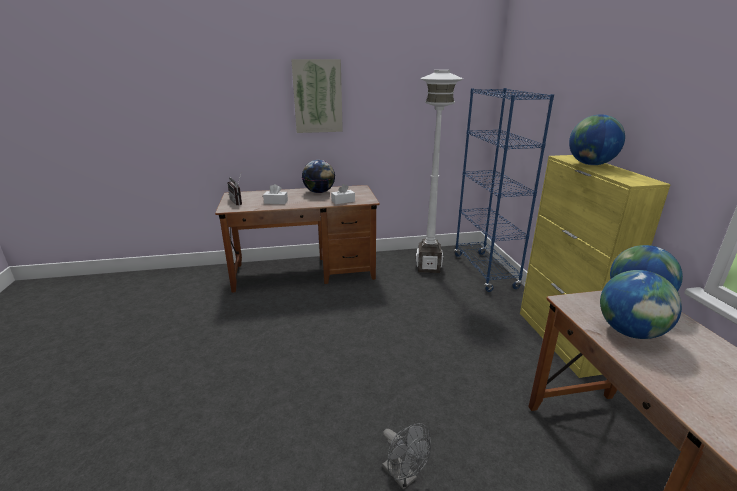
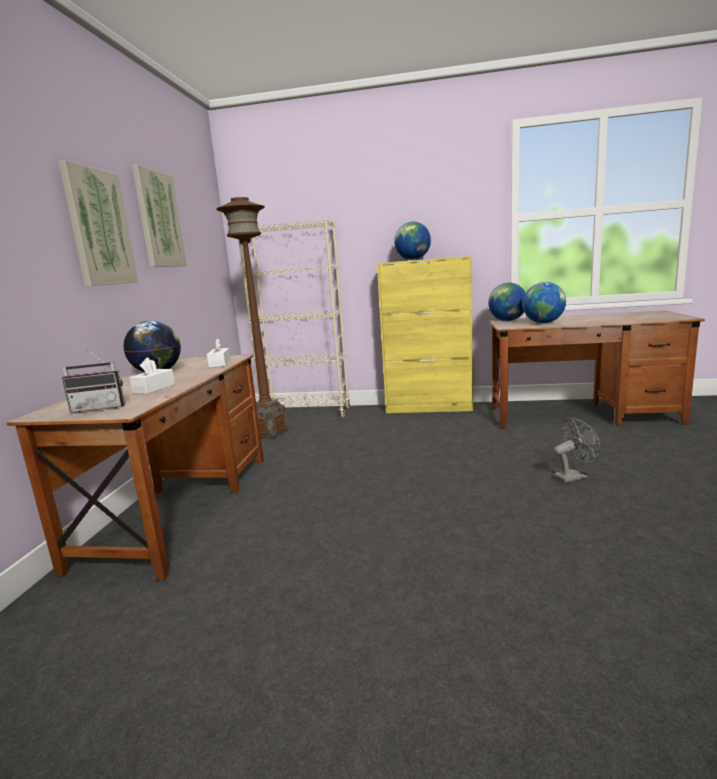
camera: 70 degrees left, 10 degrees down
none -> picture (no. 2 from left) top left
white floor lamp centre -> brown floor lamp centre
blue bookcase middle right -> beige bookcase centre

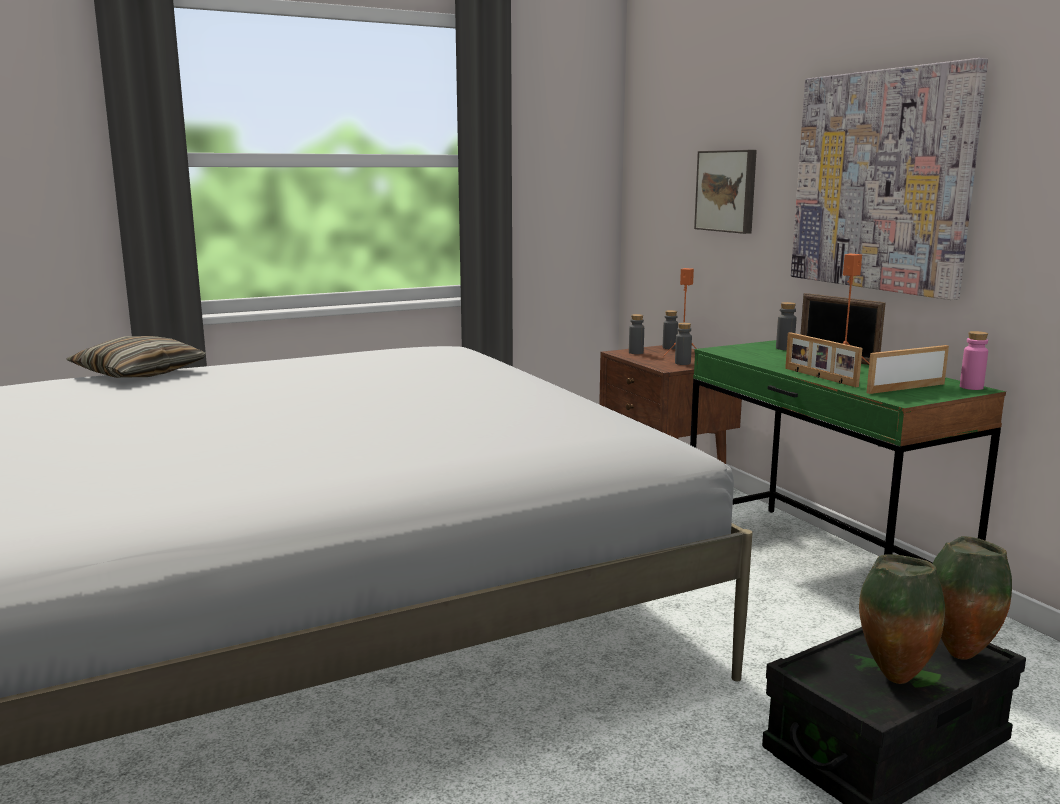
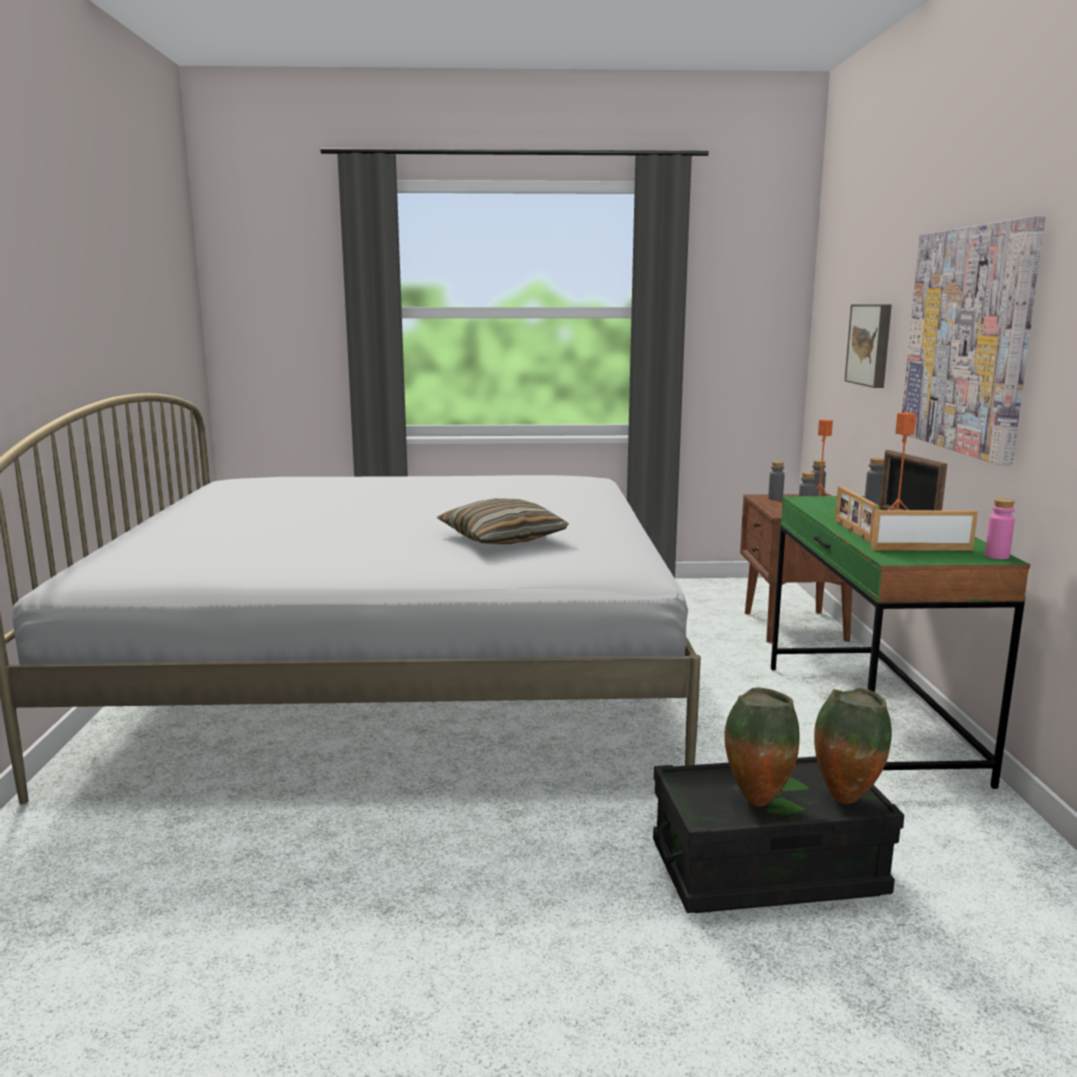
camera: 25 degrees right, 0 degrees up
pillow middle left -> pillow centre, relocated

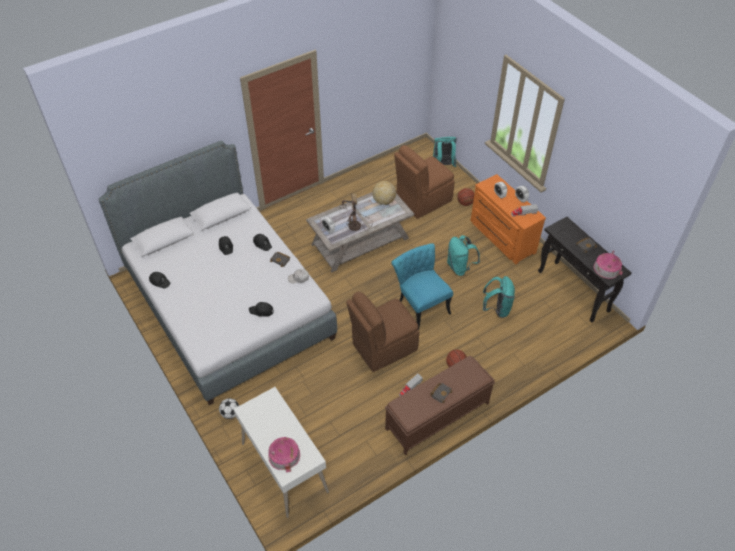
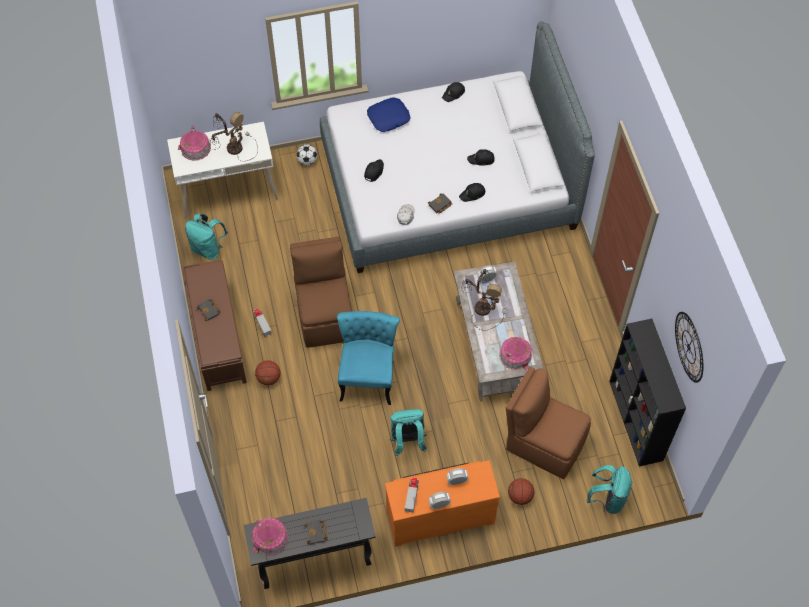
camera: 110 degrees right, 10 degrees up
turquoise backpack (no. 3 from left in the first image) middle right -> turquoise backpack (no. 1 from left) middle left, relocated
none -> table lamp (no. 1 from left) top left
turquoise chair centre, 75 degrees counterclockwise
none -> blue pillow top centre
globe centre -> toy house (no. 3 from left) centre
brown chair (no. 2 from left) top centre -> brown chair (no. 2 from left) bottom right, 45 degrees counterclockwise
none -> black bookcase middle right
none -> wall clock middle right

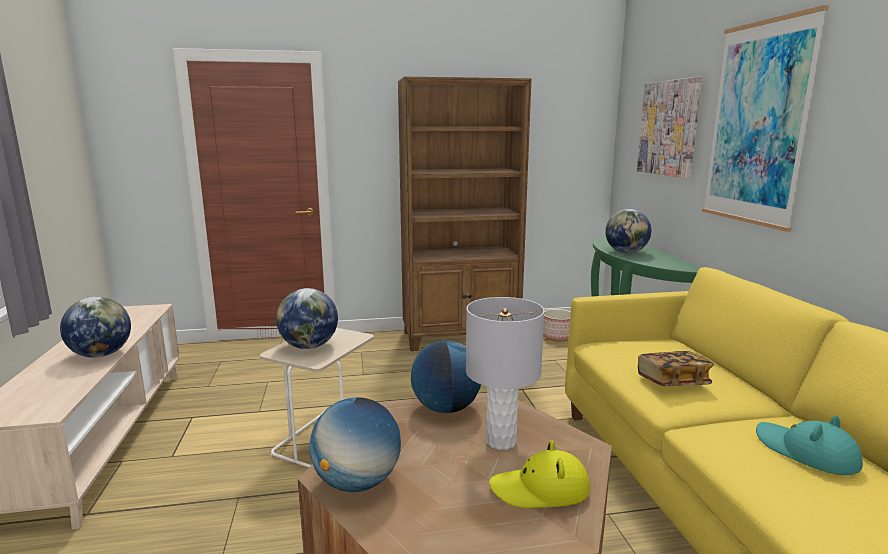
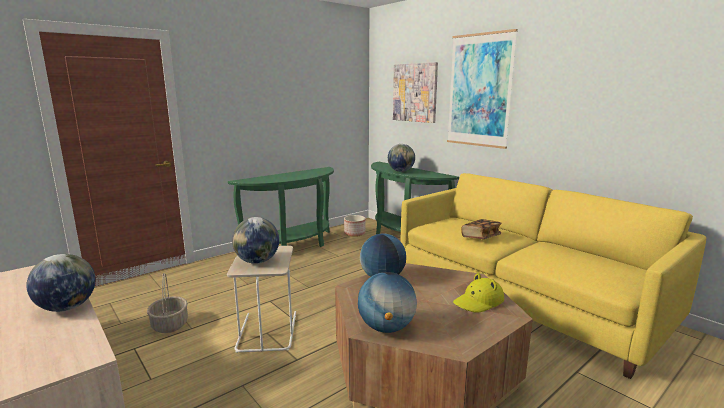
camera: 30 degrees left, 0 degrees up
none -> basket bottom left
brown bookcase centre -> green console table (no. 1 from left) centre
grey table lamp bottom centre -> none
turquoise hat bottom right -> none

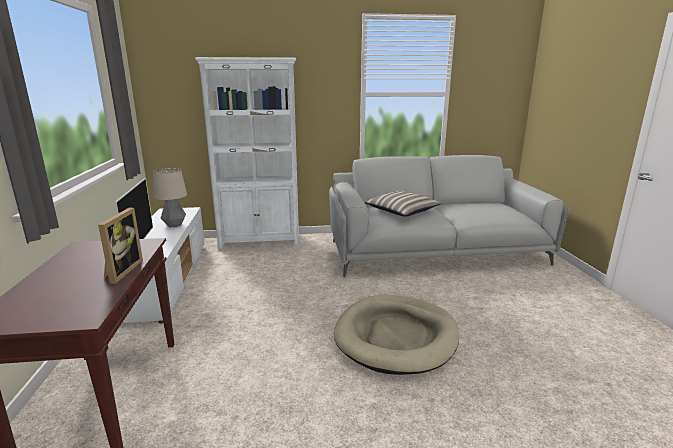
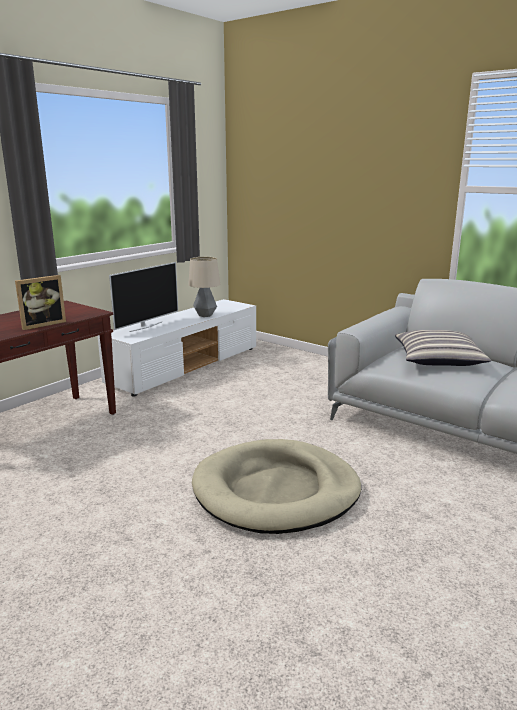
camera: 45 degrees right, 0 degrees up
white bookcase centre -> none

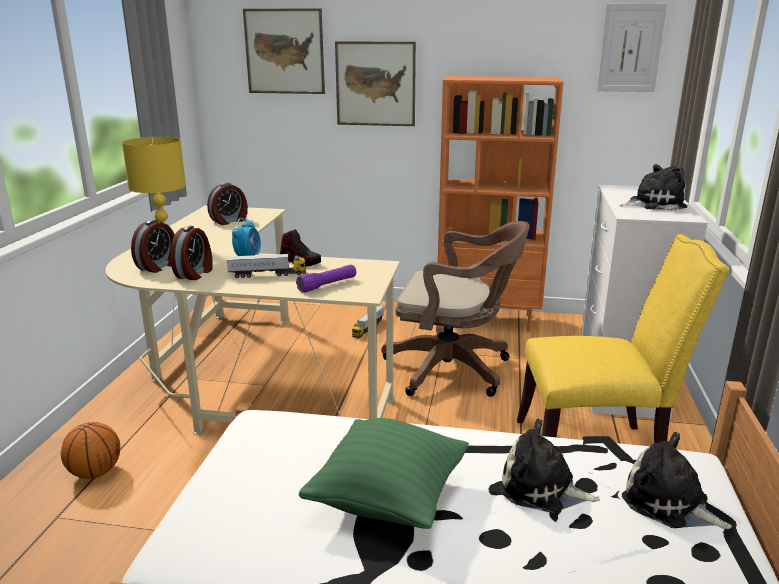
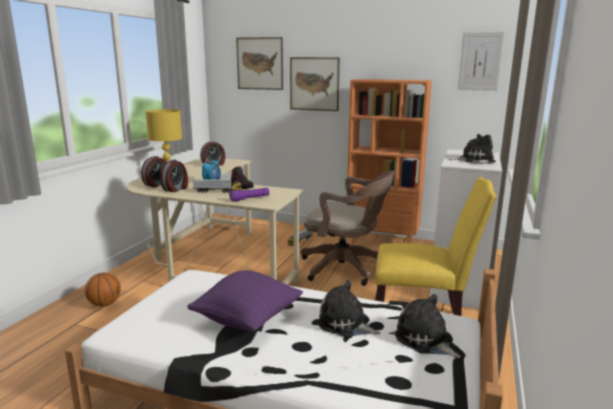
camera: 10 degrees right, 5 degrees down
green pillow bottom centre -> purple pillow bottom centre

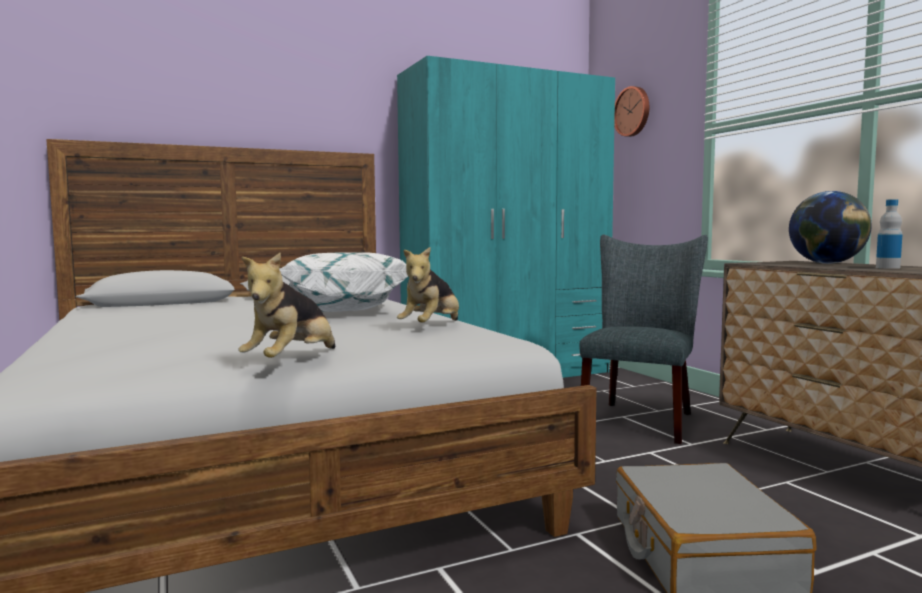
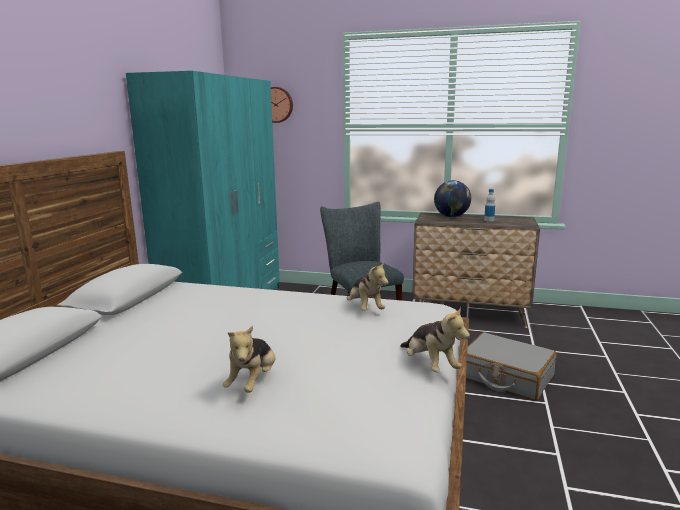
camera: 50 degrees left, 10 degrees up
none -> plush toy (no. 1 from left) bottom centre
white pillow centre -> none

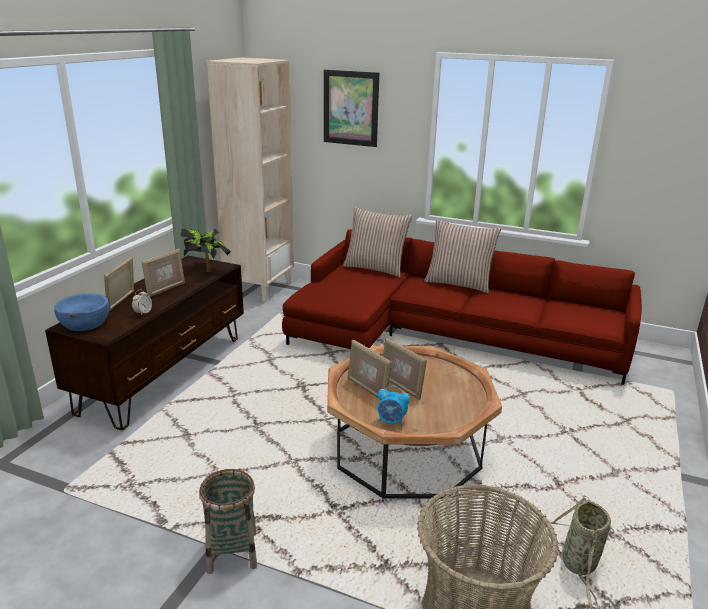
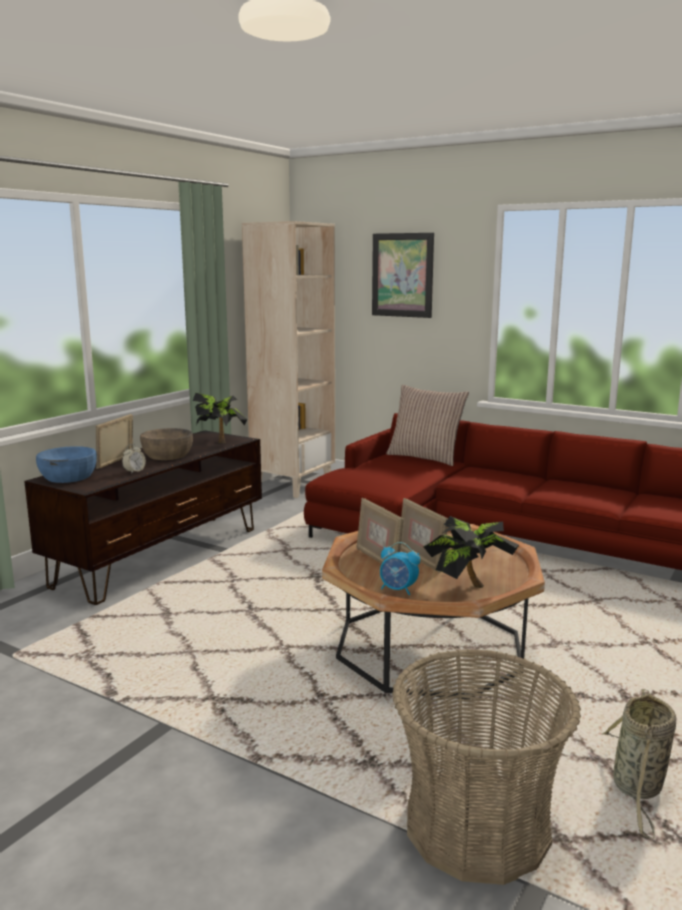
camera: 10 degrees right, 10 degrees down
picture frame (no. 2 from left) middle left -> brown bowl middle left
none -> potted plant (no. 2 from left) middle right
basket (no. 1 from left) bottom left -> none
pillow (no. 2 from left) centre -> none

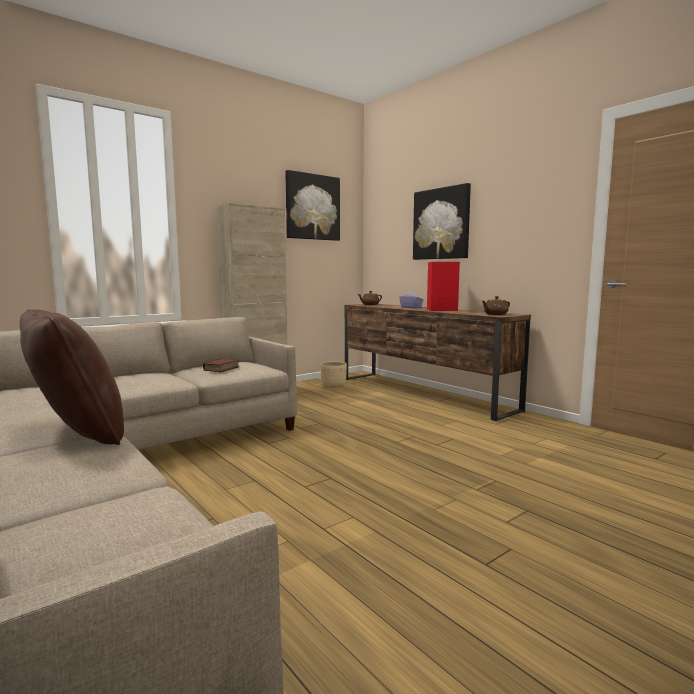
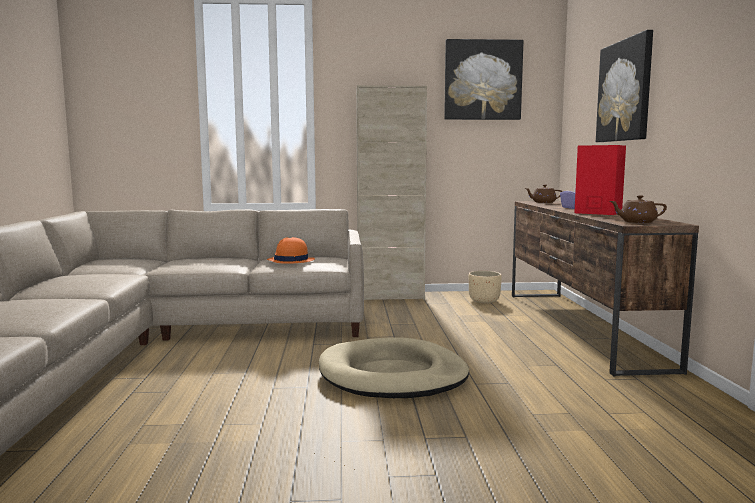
camera: 35 degrees right, 0 degrees up
book middle left -> orange hat centre
none -> beige dog bed bottom centre
brown pillow middle left -> none

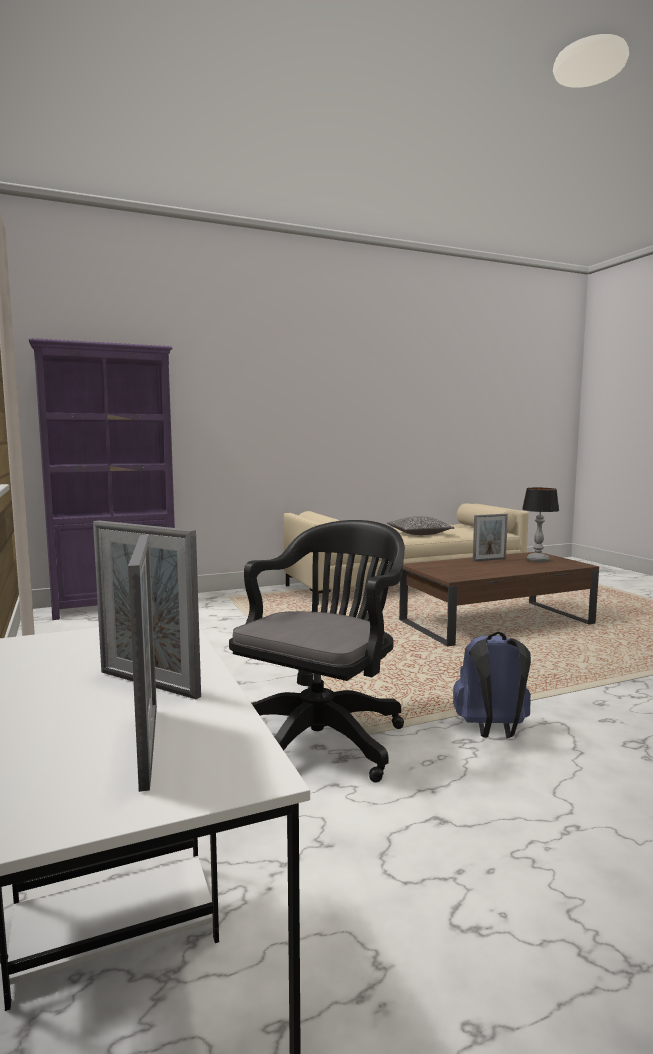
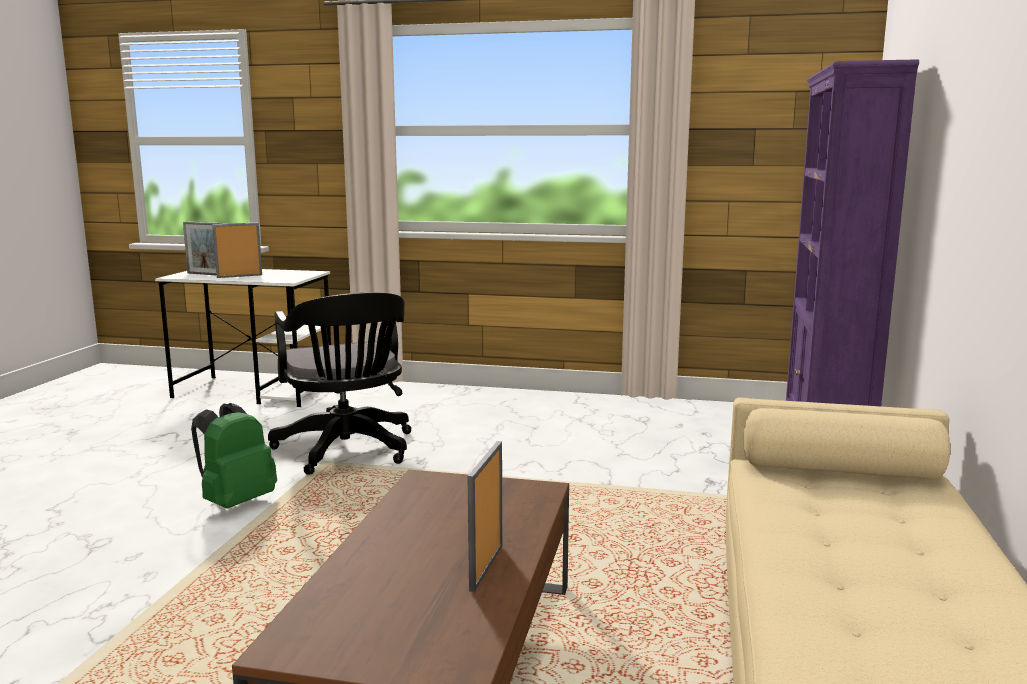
camera: 125 degrees right, 5 degrees up
blue backpack middle right -> green backpack bottom left
pillow centre -> none
table lamp middle right -> none

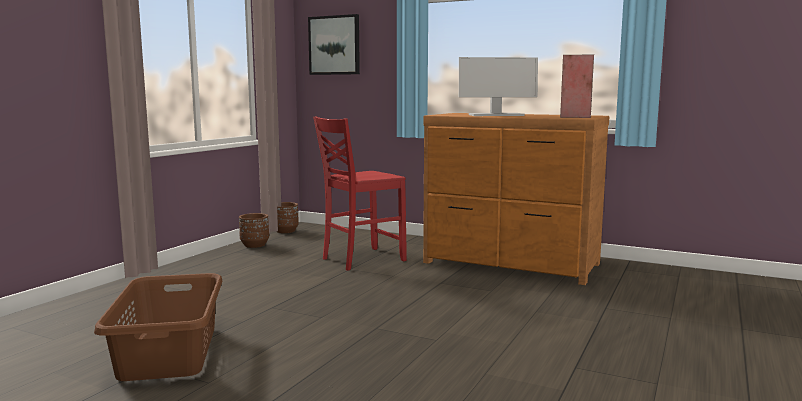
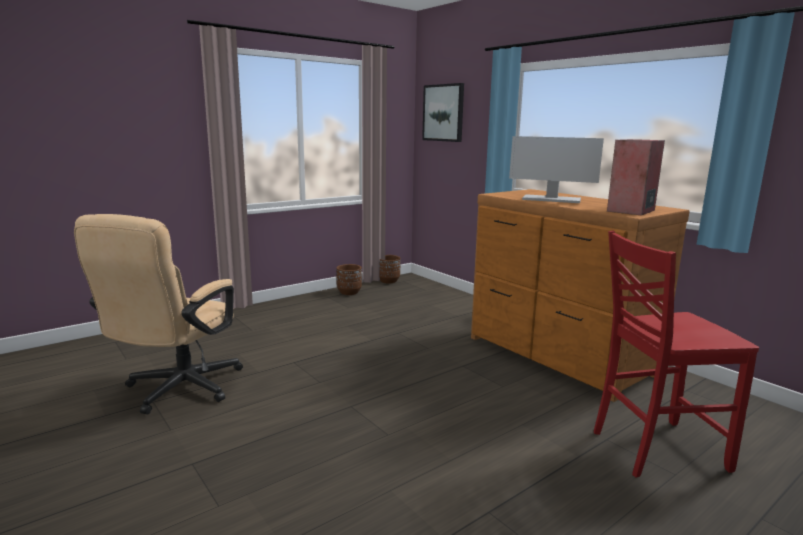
camera: 25 degrees right, 5 degrees up
brown laundry basket bottom left -> beige office chair middle left
red chair centre -> red chair middle right, relocated

